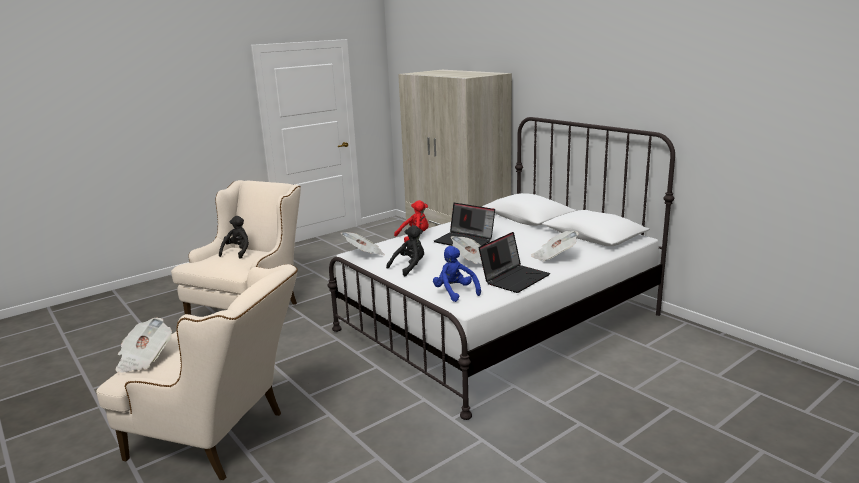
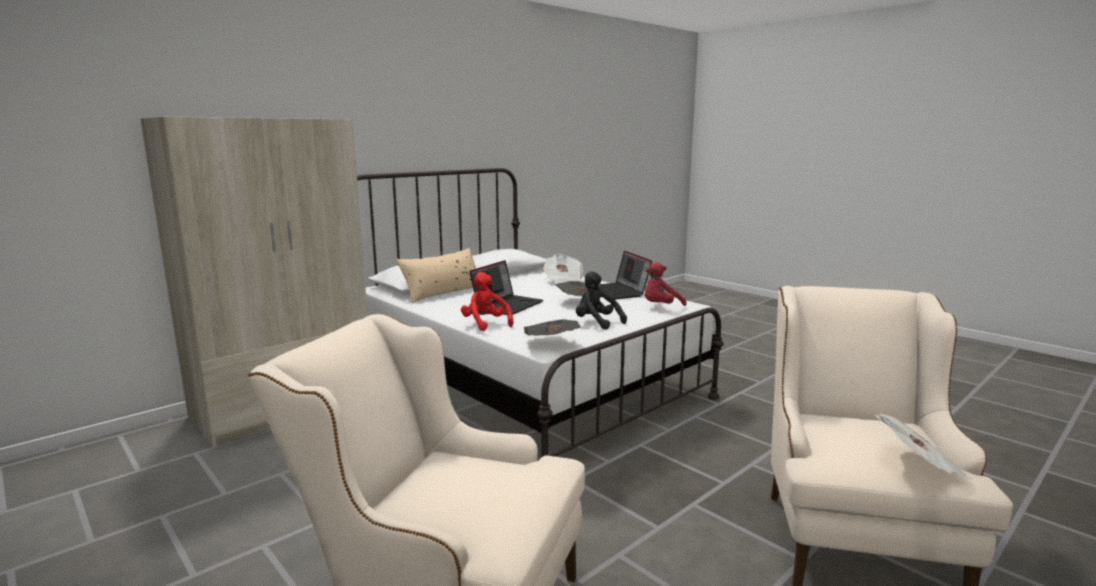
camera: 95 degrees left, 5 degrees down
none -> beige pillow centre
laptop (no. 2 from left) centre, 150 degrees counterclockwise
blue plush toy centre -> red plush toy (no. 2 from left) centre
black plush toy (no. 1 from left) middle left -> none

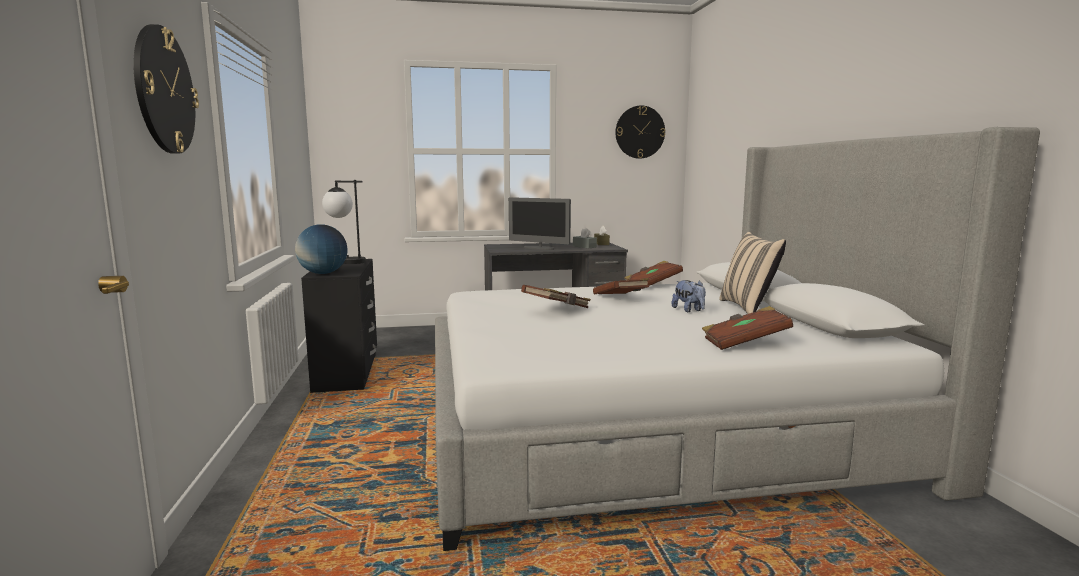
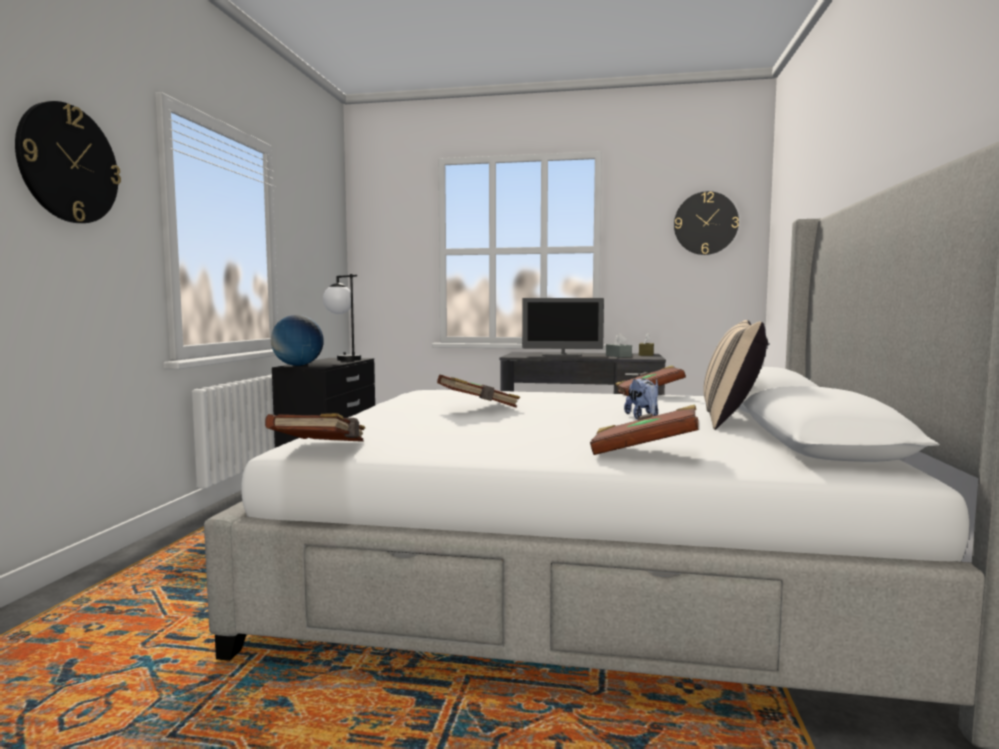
camera: 20 degrees right, 5 degrees down
brown book (no. 2 from left in the first image) centre -> brown book (no. 1 from left) middle left, relocated
monitor centre, 45 degrees counterclockwise

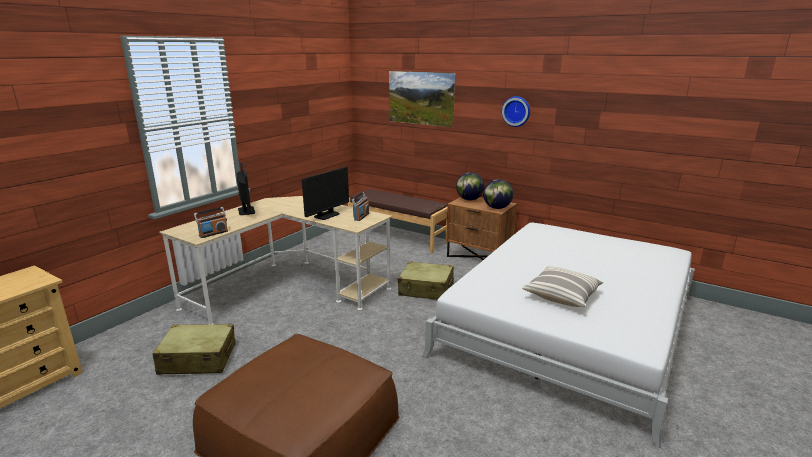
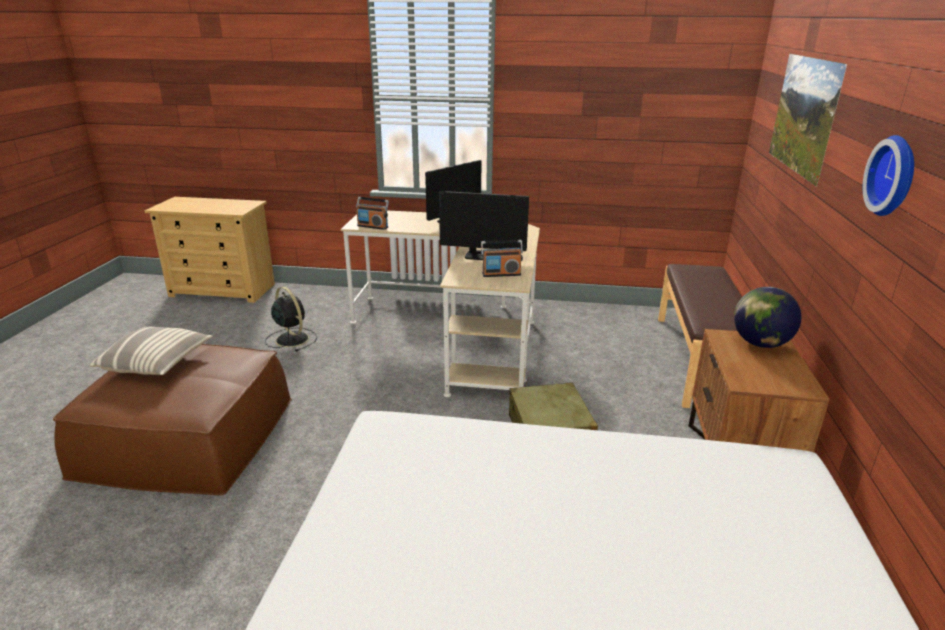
camera: 65 degrees right, 5 degrees up
pillow middle right -> pillow middle left, relocated
beige suitcase (no. 1 from left) bottom left -> black fan middle left
globe (no. 2 from left) centre -> none

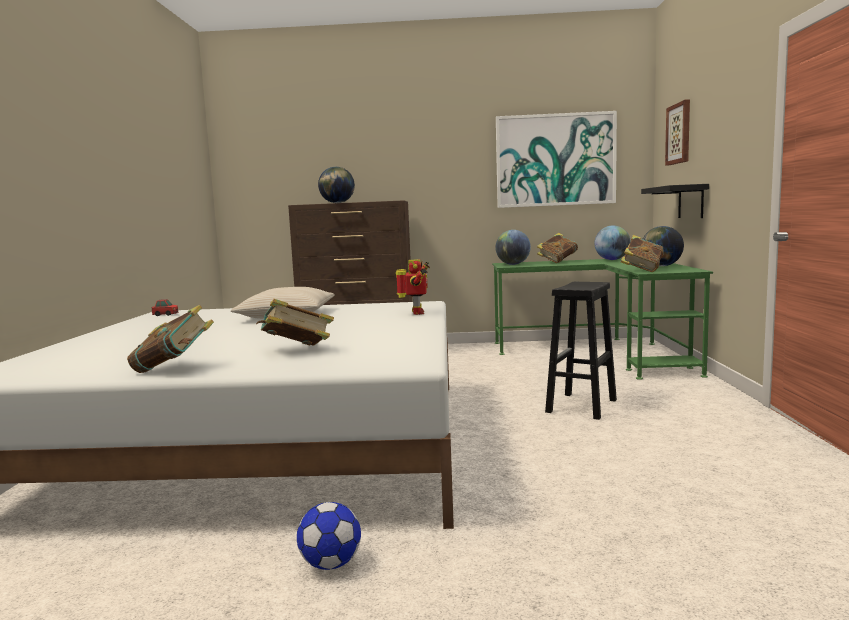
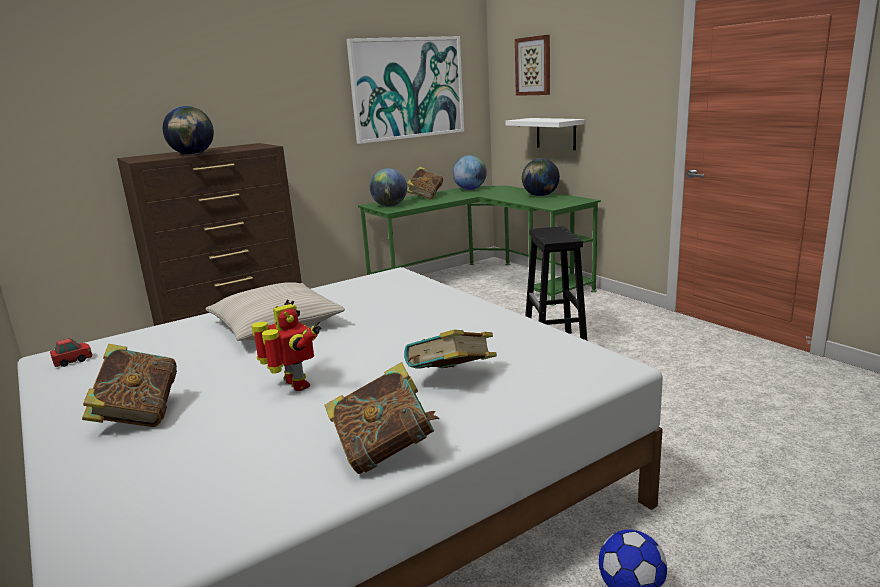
camera: 35 degrees left, 10 degrees up
book (no. 4 from left in the first image) middle right -> book (no. 1 from left) middle left, relocated
toy robot centre -> toy robot middle left, relocated
black shelf top right -> white shelf top centre

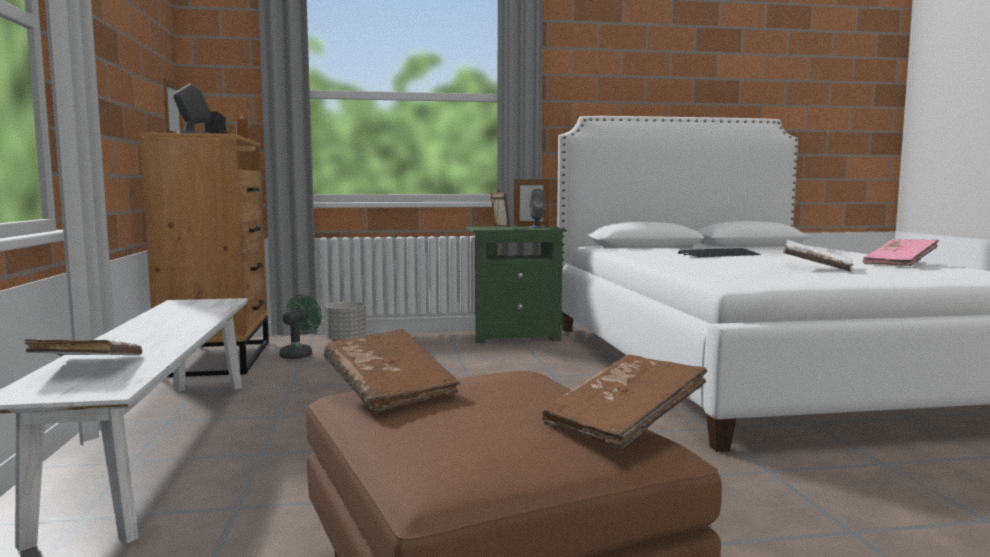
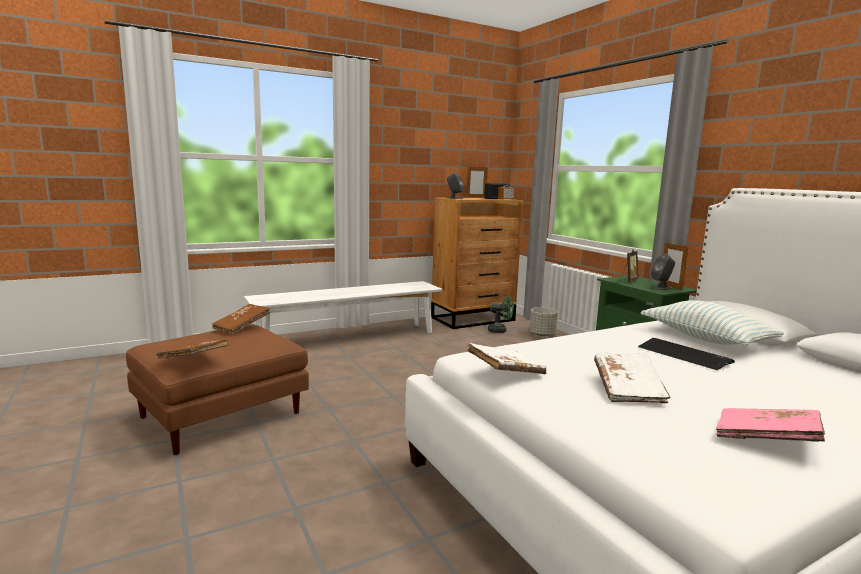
camera: 70 degrees right, 5 degrees up
white book (no. 1 from left) middle left -> white book (no. 1 from left) centre, relocated
none -> pillow middle right

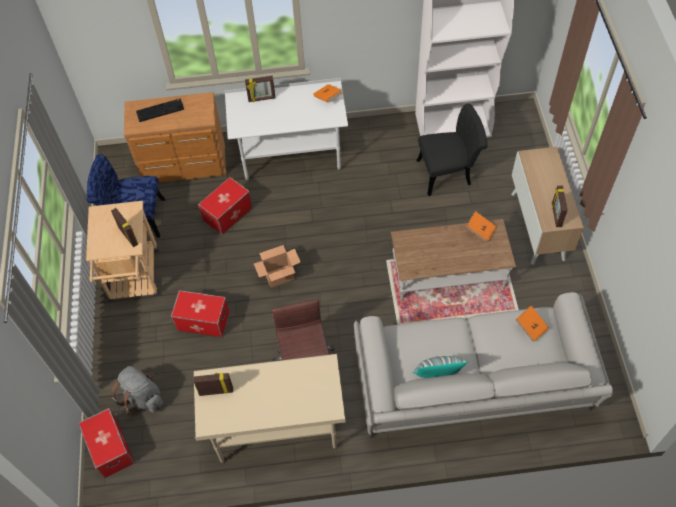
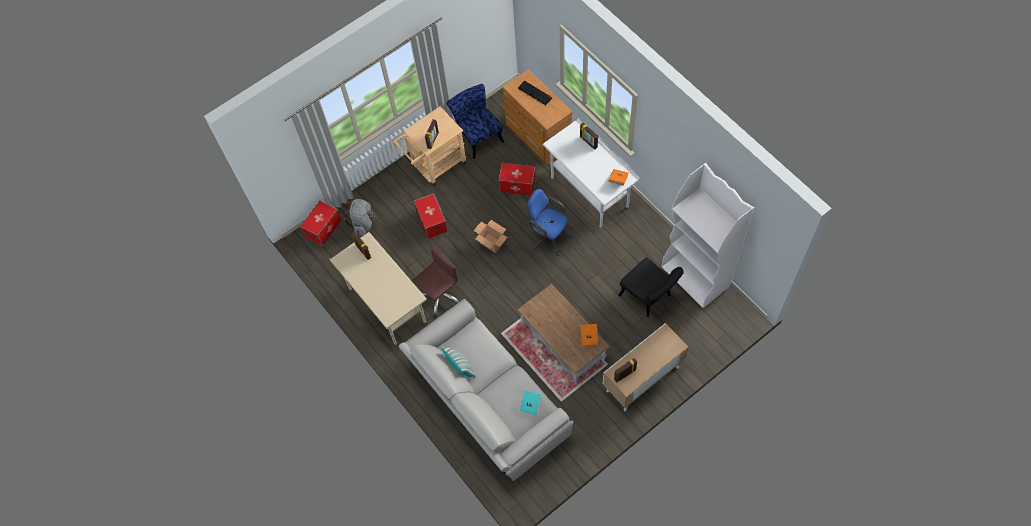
camera: 60 degrees right, 5 degrees up
orange book (no. 3 from left) middle right -> turquoise book bottom centre
none -> blue office chair centre

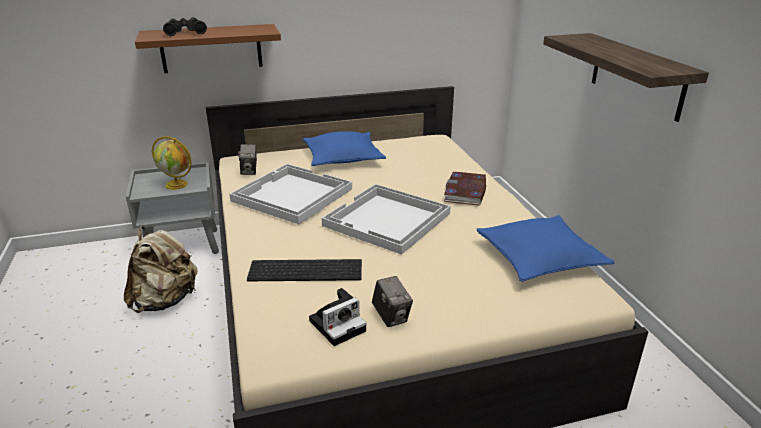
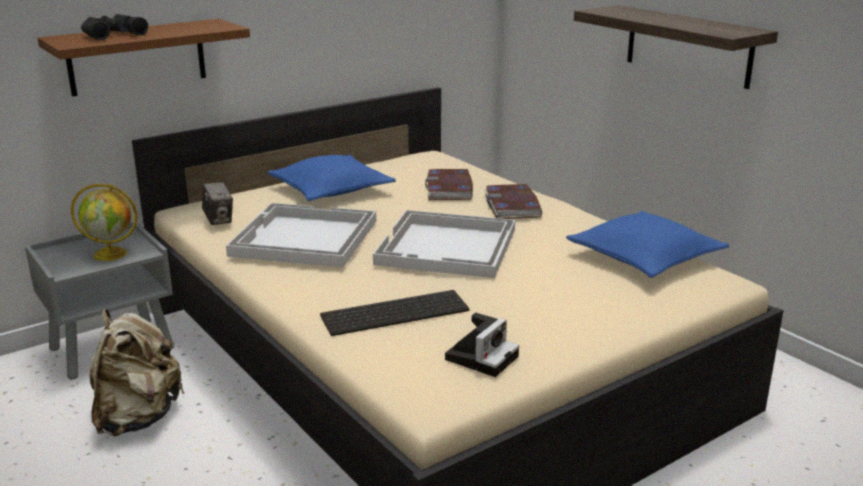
camera: 20 degrees left, 5 degrees down
none -> book (no. 1 from left) centre
photo camera (no. 3 from left) bottom centre -> none

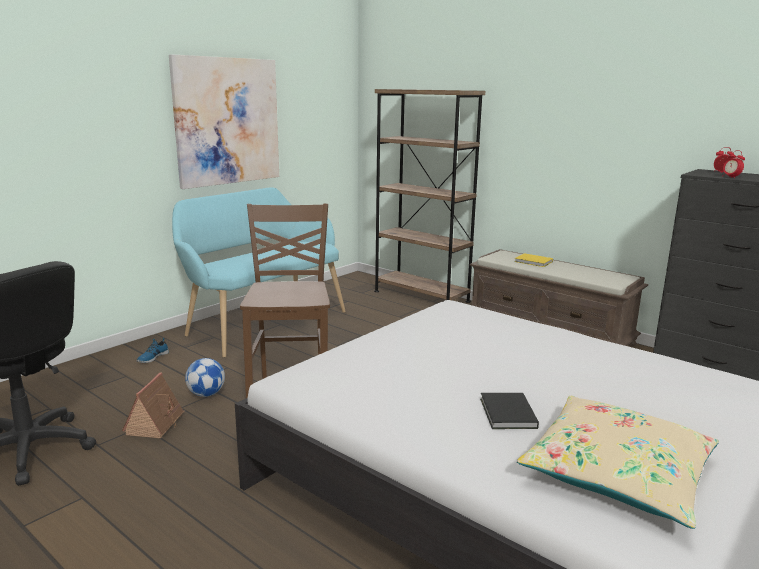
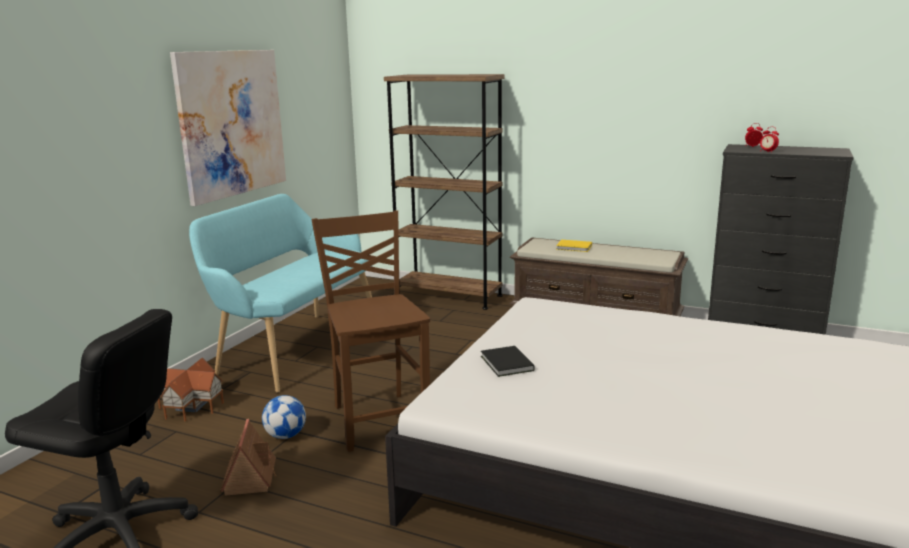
camera: 15 degrees left, 0 degrees up
shoe middle left -> toy house (no. 1 from left) bottom left
black book bottom right -> black book centre, relocated
beige pillow bottom right -> none

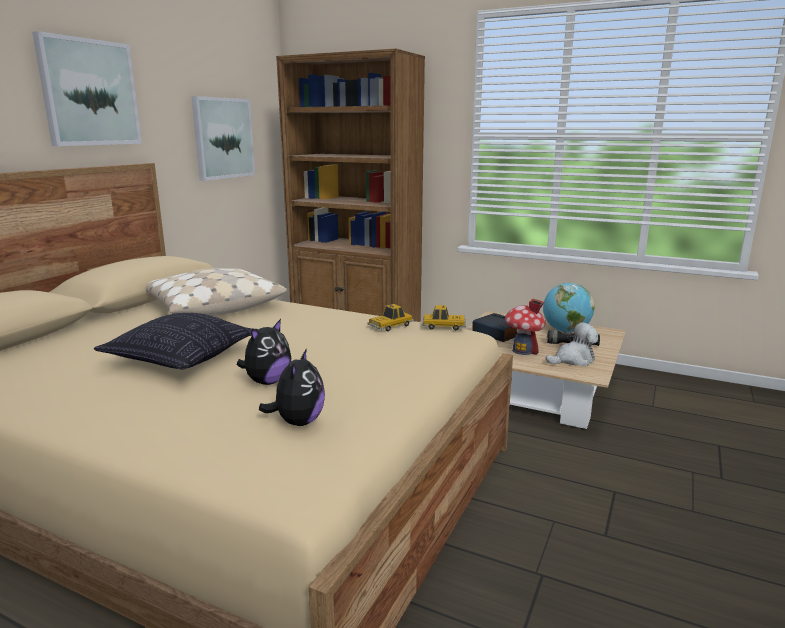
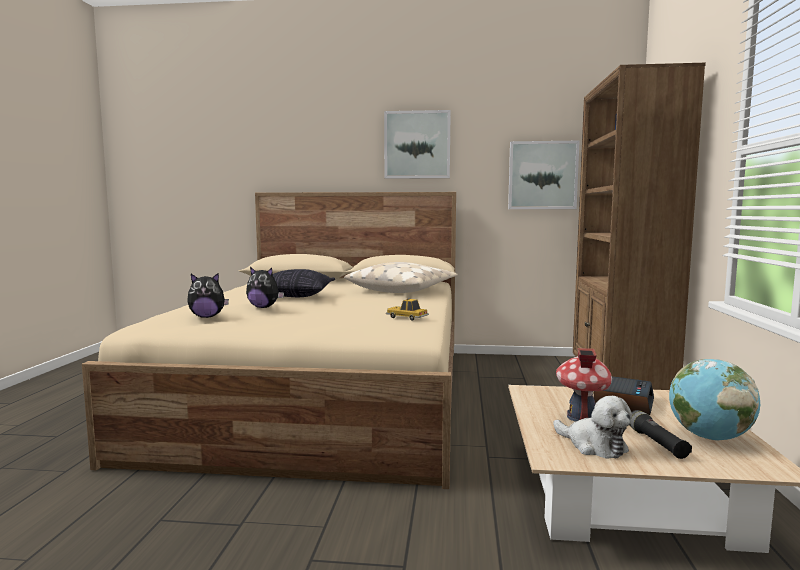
camera: 70 degrees right, 10 degrees down
toy car (no. 2 from left) centre -> none

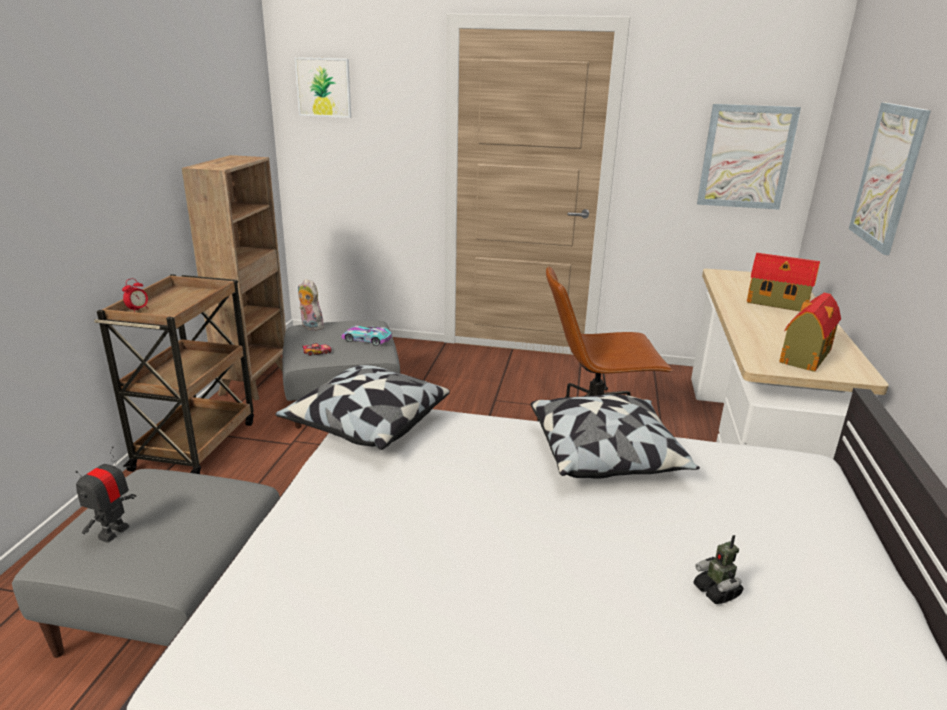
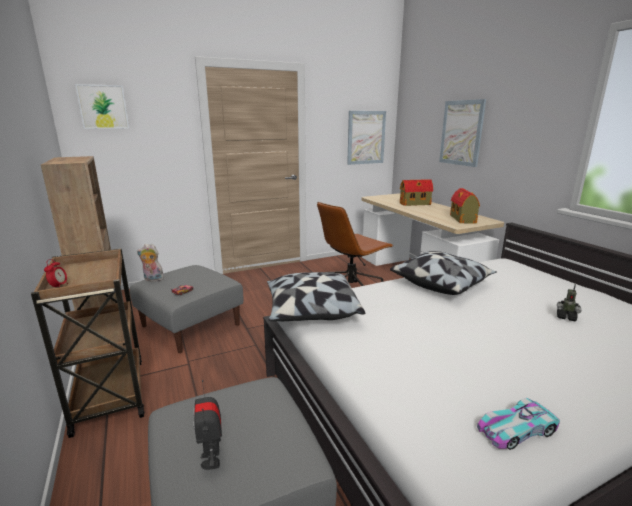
camera: 35 degrees left, 5 degrees down
toy car (no. 2 from left) centre -> toy car (no. 2 from left) bottom right, relocated

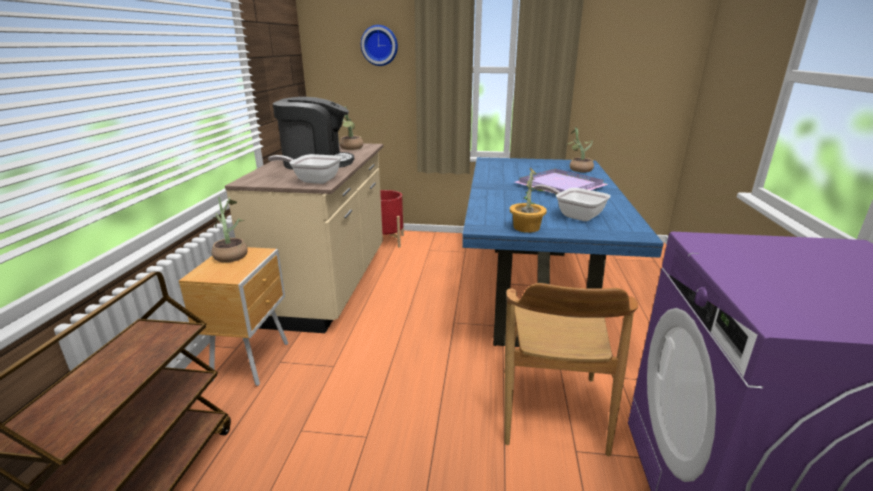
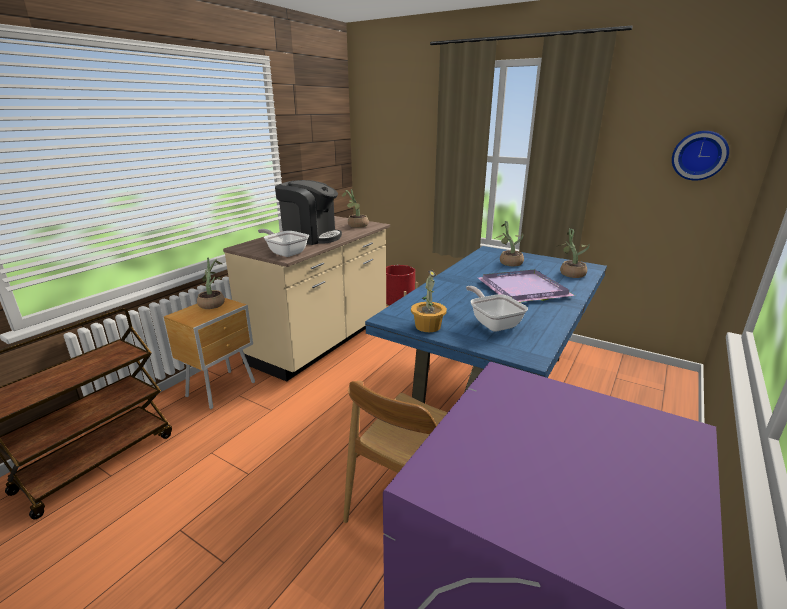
camera: 25 degrees right, 0 degrees up
none -> potted plant (no. 4 from left) centre
wall clock top centre -> wall clock top right, relocated

